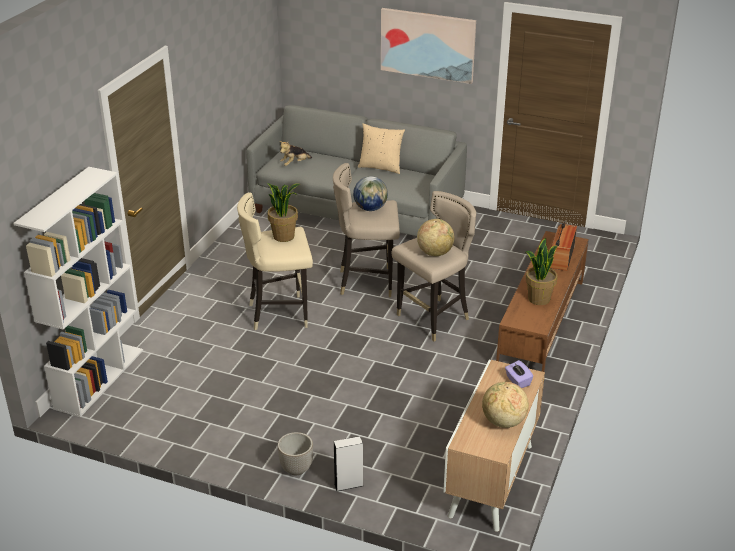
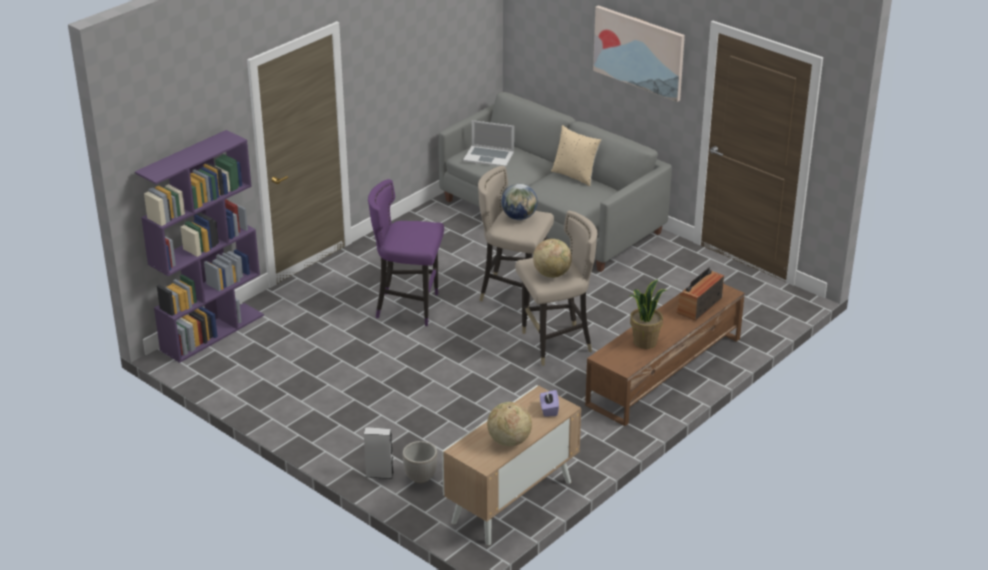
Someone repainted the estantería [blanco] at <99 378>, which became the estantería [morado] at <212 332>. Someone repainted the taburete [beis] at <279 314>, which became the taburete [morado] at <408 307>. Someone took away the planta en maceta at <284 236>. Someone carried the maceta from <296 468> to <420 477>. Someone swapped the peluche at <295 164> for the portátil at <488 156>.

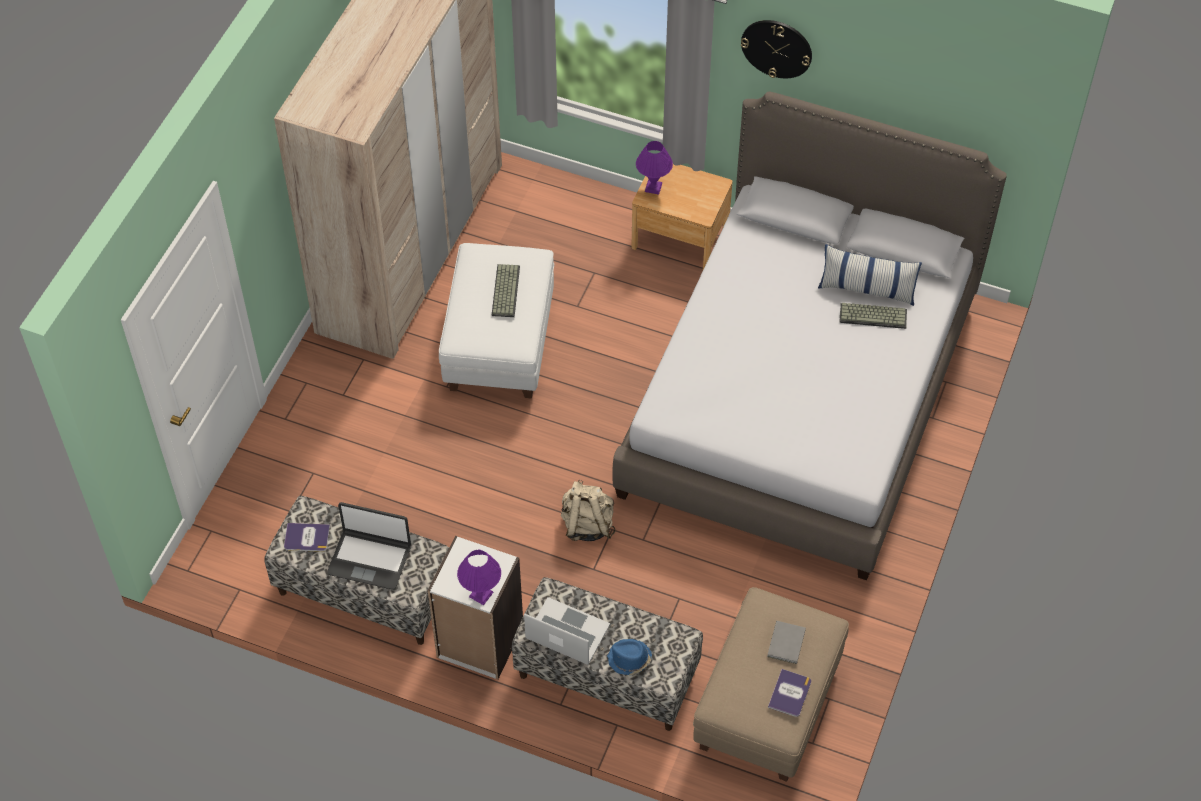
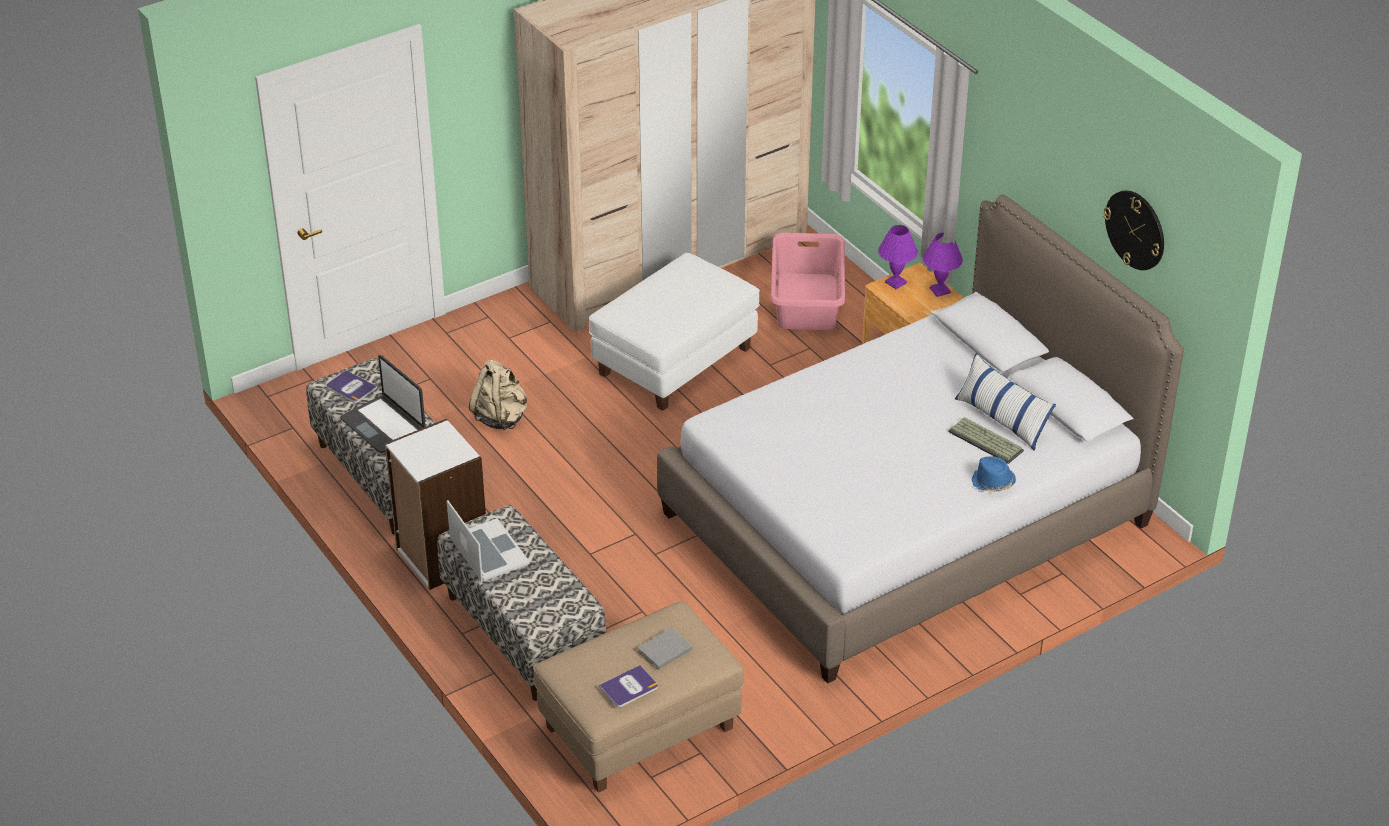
Someone carried the lámpara de mesa [morado] from <481 594> to <940 290>. Someone took away the teclado at <504 290>. Someone carried the mochila [beis] from <587 524> to <500 417>. Someone carried the sombrero [azul] from <629 659> to <992 482>. Someone carried the reloj de pared from <776 48> to <1135 229>. Someone put down the cesto de la ropa [rosa] at <807 301>.

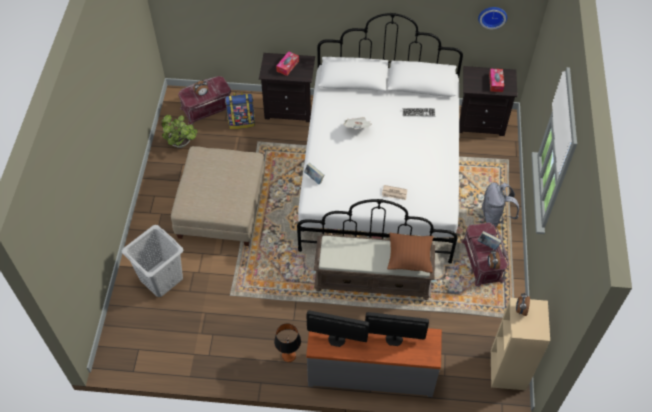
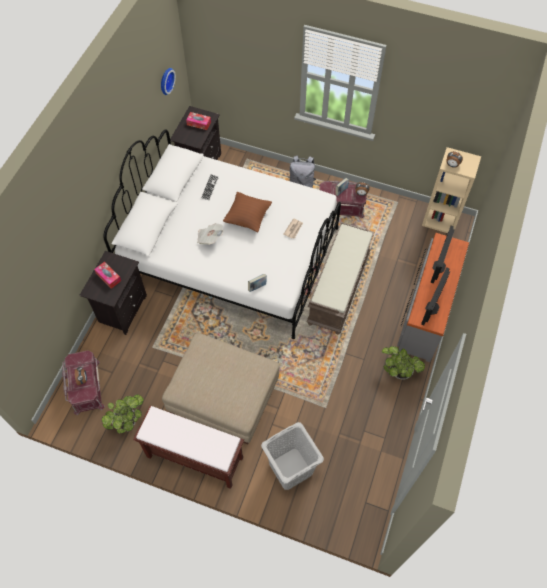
Someone took away the mochila at <242 121>. Someone swapped the lámpara de mesa at <288 356> for the planta en maceta at <398 371>. Someone carried the cojín [marrón] from <409 258> to <247 218>. Someone put down the banco [marrón] at <194 457>.

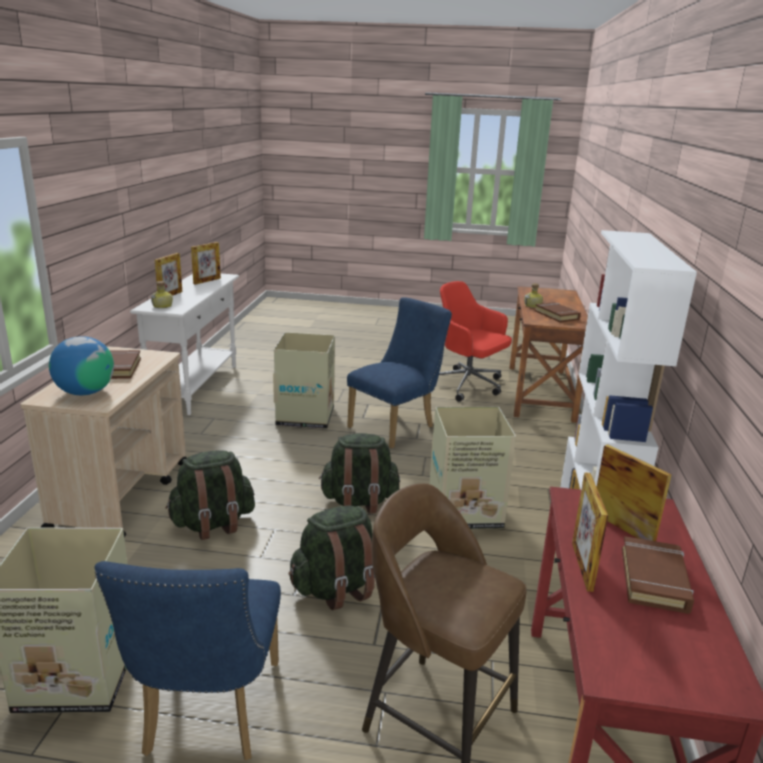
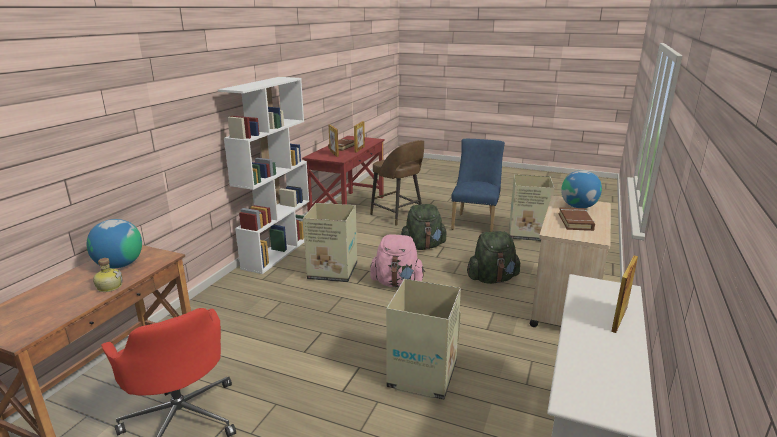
Someone took away the botella at <163 306>. Someone took away the portarretratos at <207 281>. Someone repainted the mochila [verde] at <359 502>, which became the mochila [rosa] at <397 283>. Someone took away the silla [azul] at <396 426>. Someone swapped the libro [marrón] at <557 315> for the globo terráqueo at <119 265>.

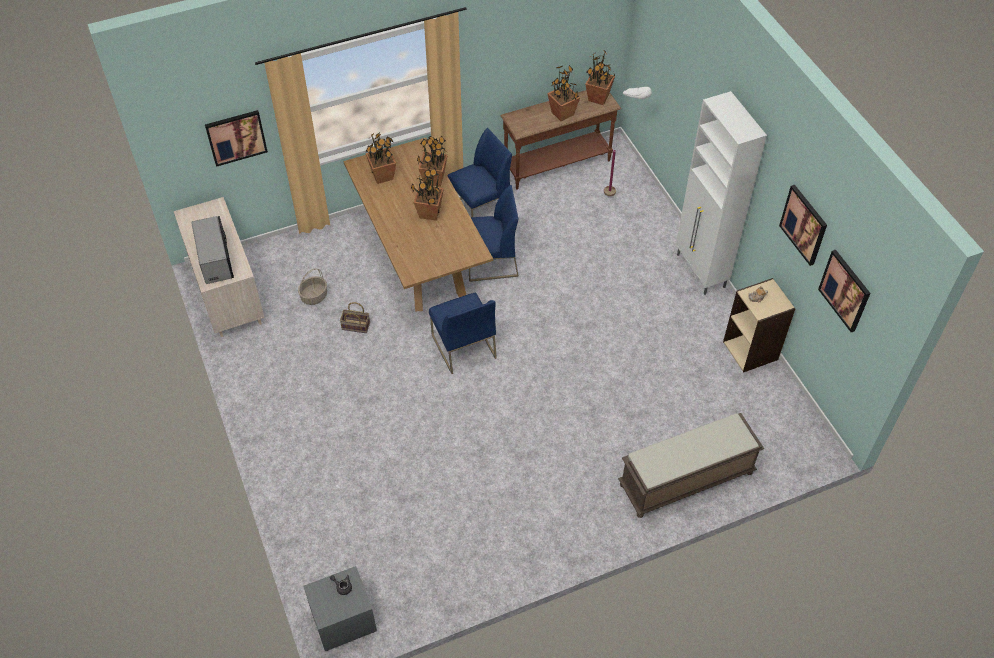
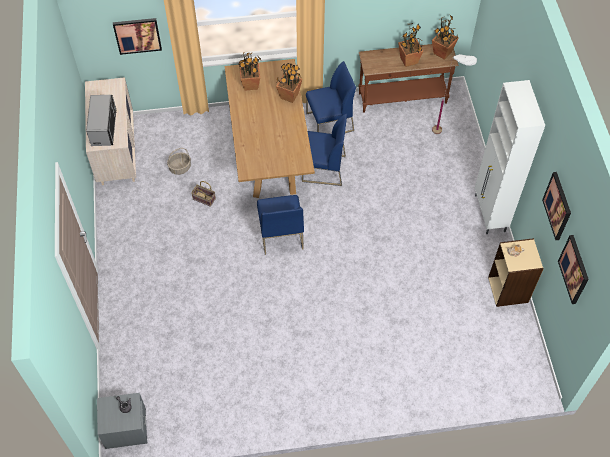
Someone took away the planta en maceta at <429 213>. Someone took away the banco [marrón] at <686 480>.

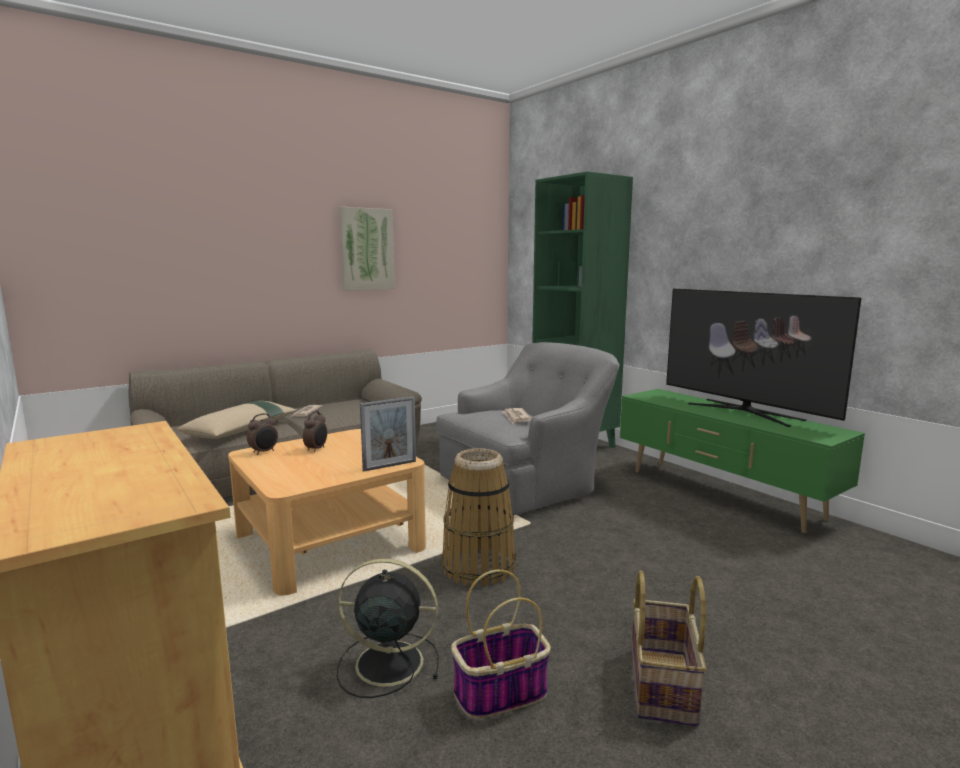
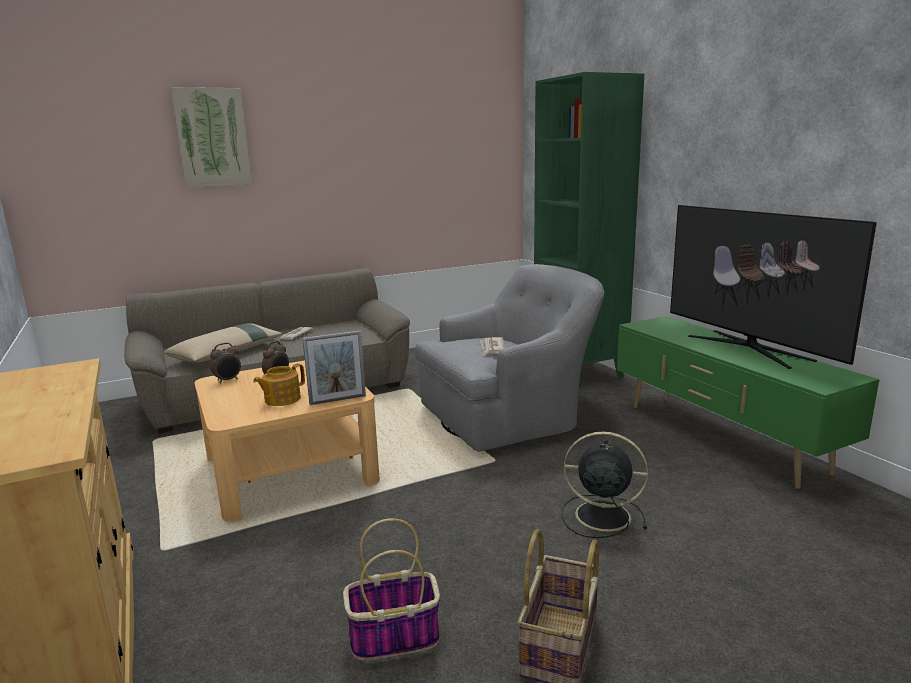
Someone carried the ventilador [negro] from <386 663> to <600 515>. Someone carried the cuadro from <366 249> to <212 137>. Someone took away the cesta at <478 567>. Someone put down the tetera at <281 399>.

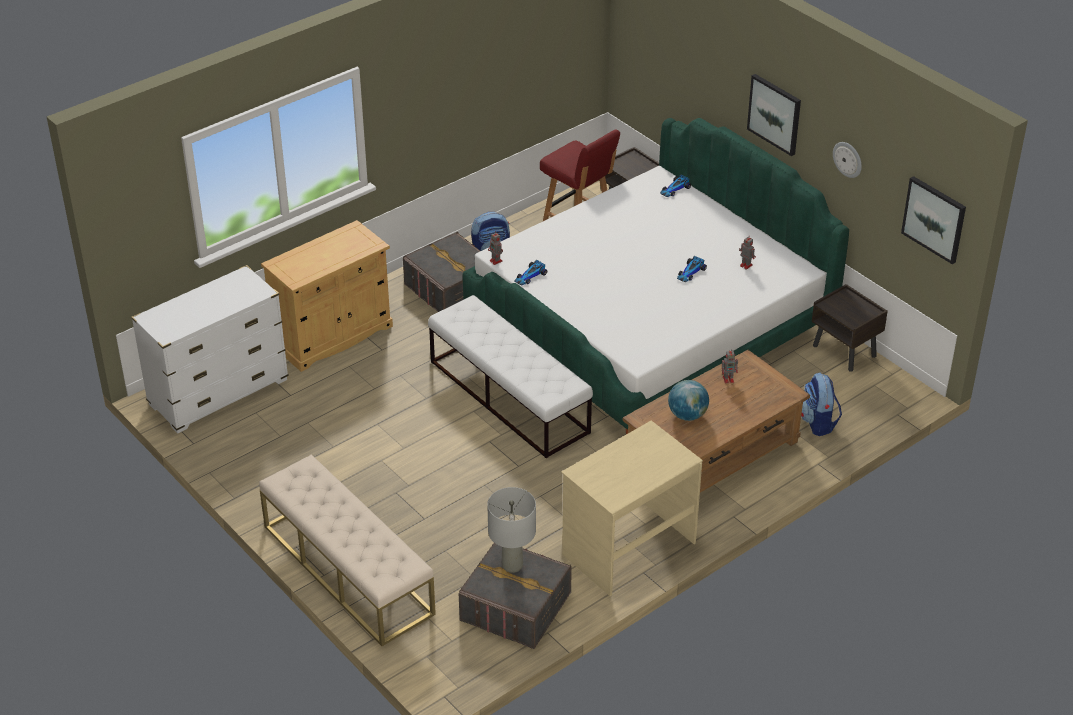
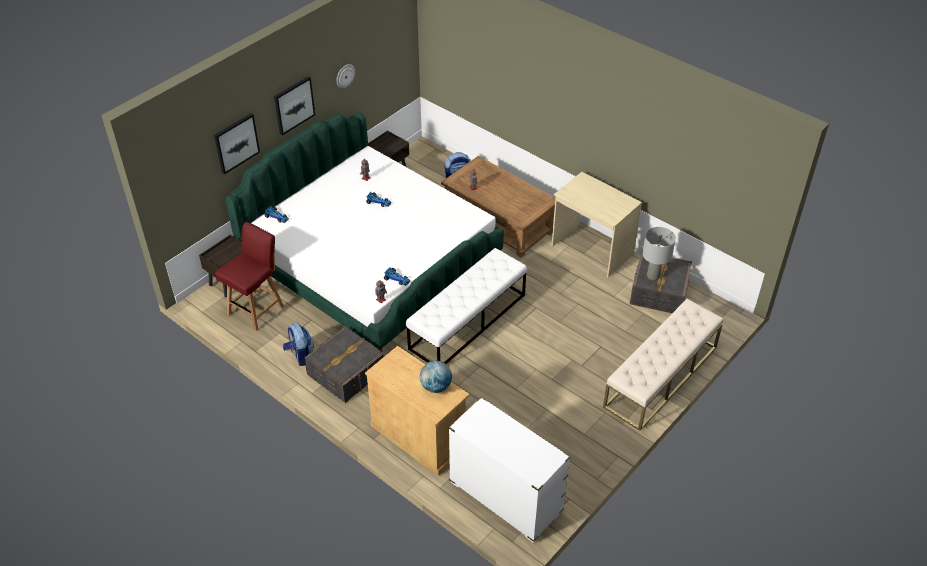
Someone carried the globo terráqueo from <687 415> to <436 386>. Someone carried the cuadro from <934 219> to <236 143>.

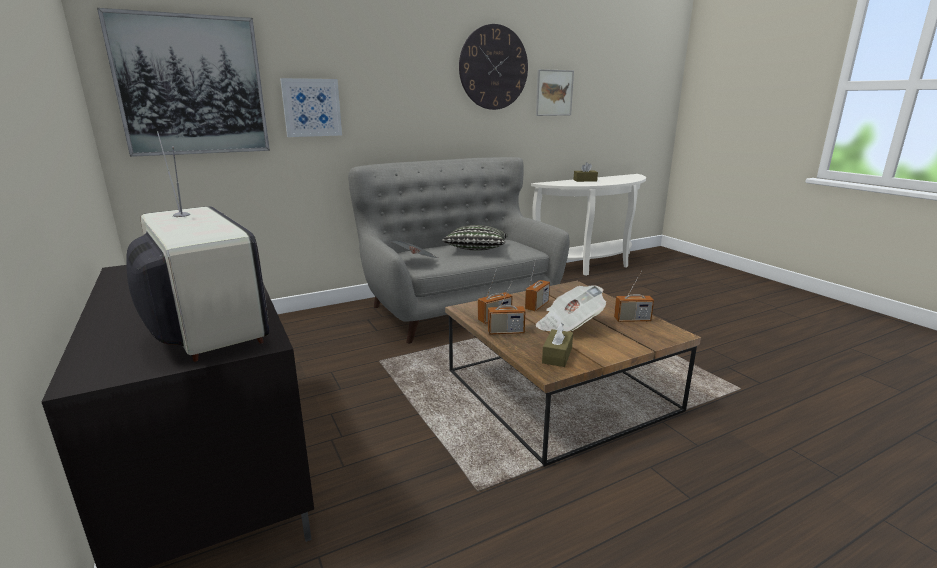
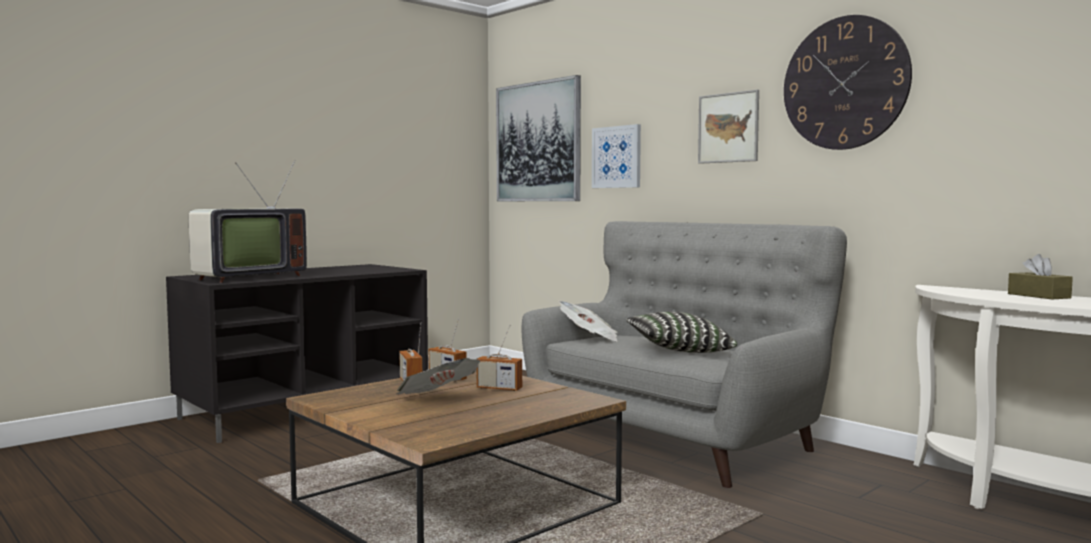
Someone carried the cuadro from <554 93> to <728 127>. Someone took away the caja de pañuelos [marrón] at <557 355>. Someone took away the radio at <632 320>.

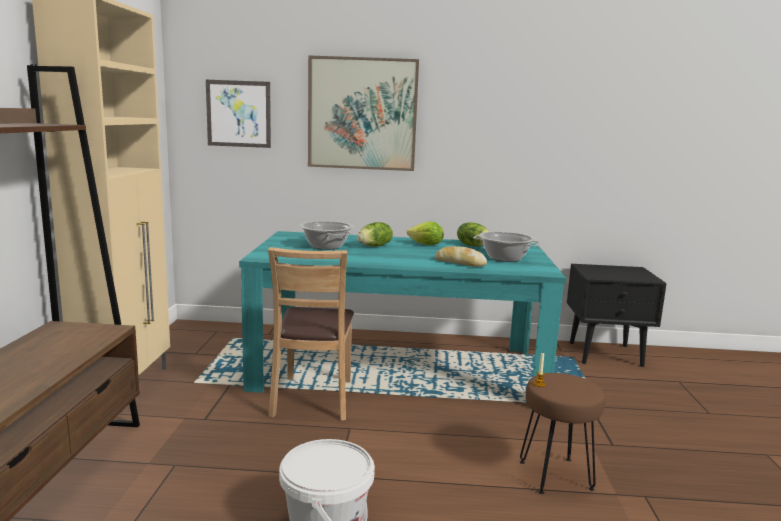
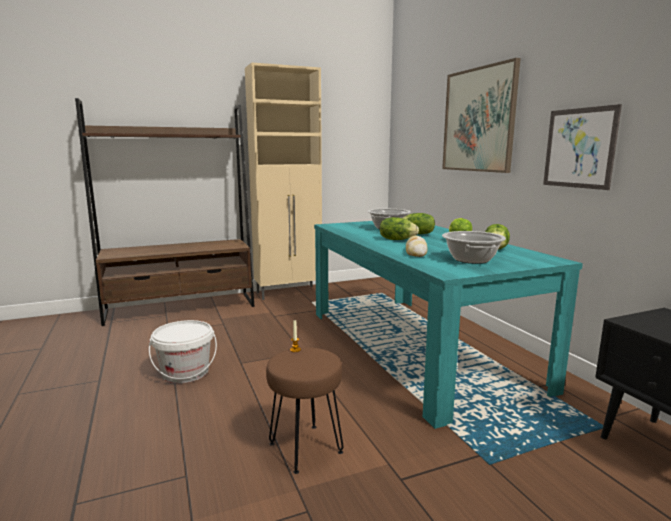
Someone carried the cuadro from <238 114> to <579 148>. Someone took away the silla [marrón] at <313 399>. Someone put down the lechuga at <397 239>.

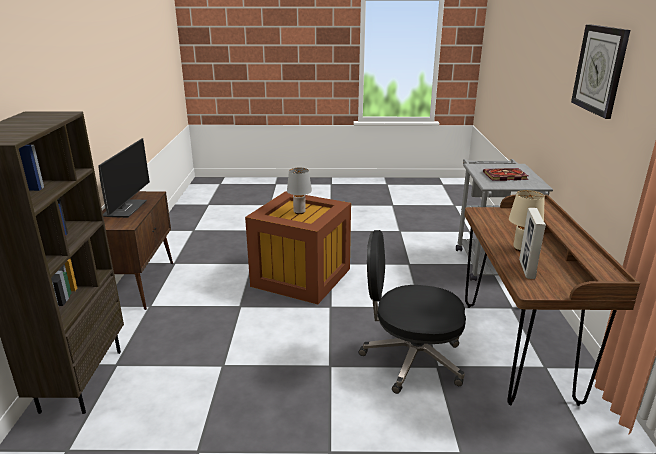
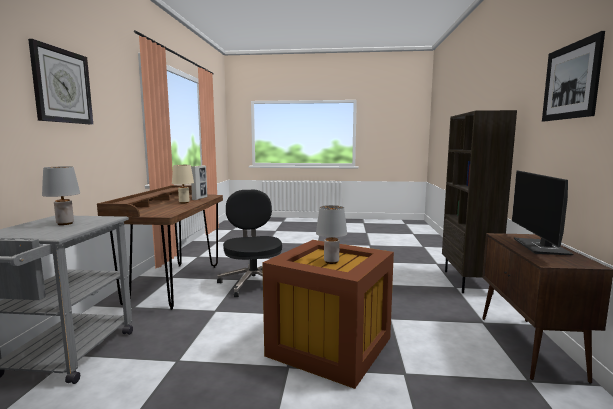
Someone rotated the silla de oficina [negro] at <410 359> by 120 degrees counterclockwise. Someone swapped the libro at <504 176> for the lámpara de mesa [gris] at <65 223>. Someone put up the cuadro at <570 81>.

